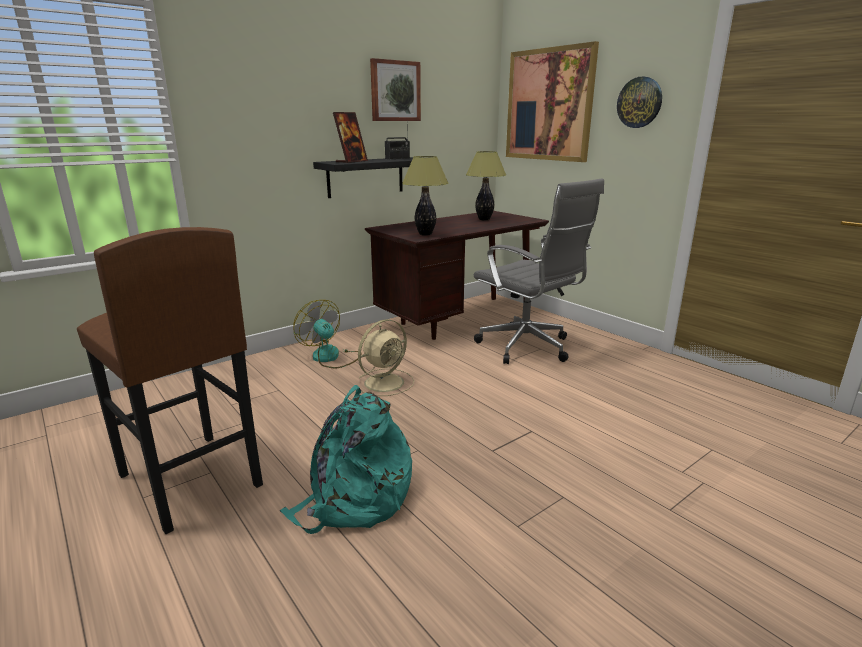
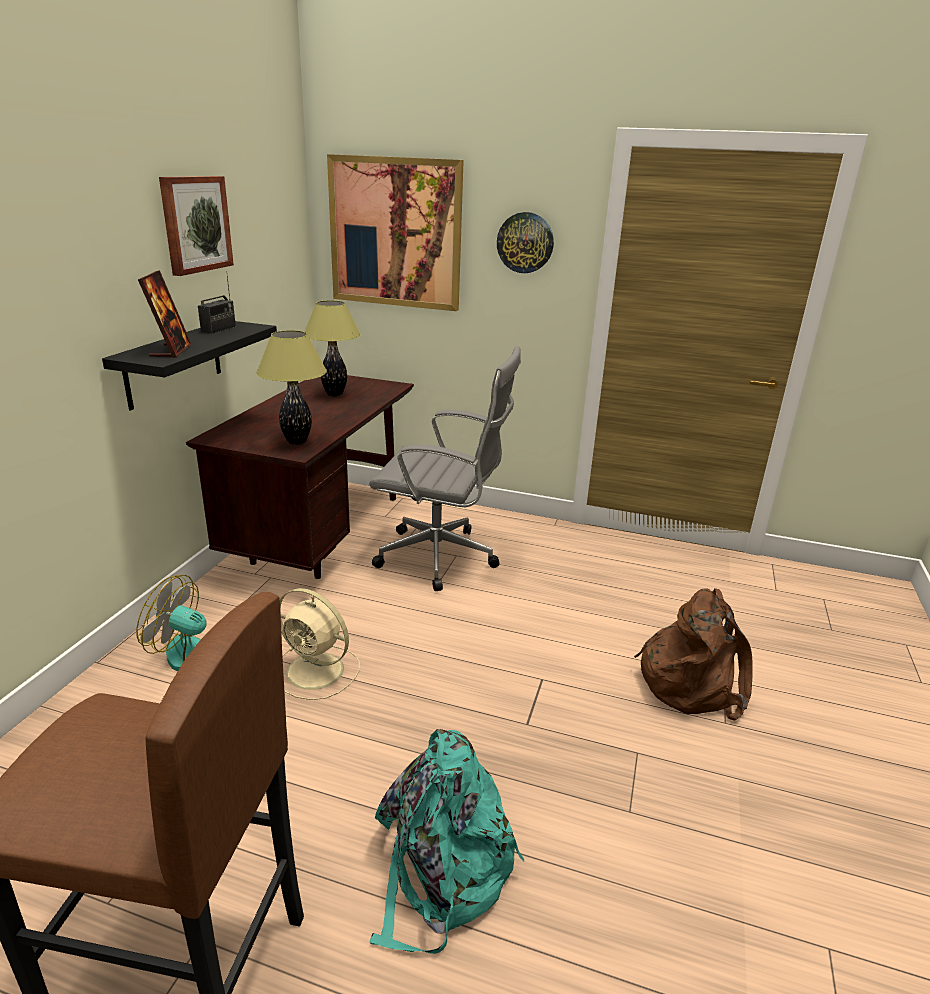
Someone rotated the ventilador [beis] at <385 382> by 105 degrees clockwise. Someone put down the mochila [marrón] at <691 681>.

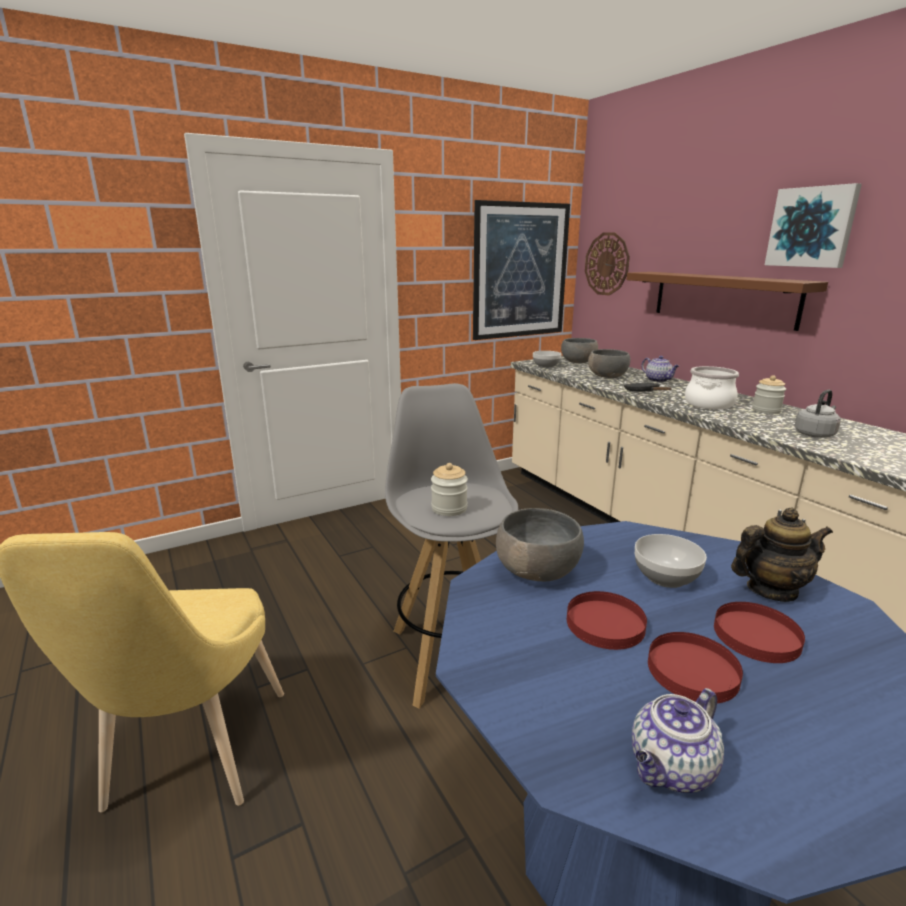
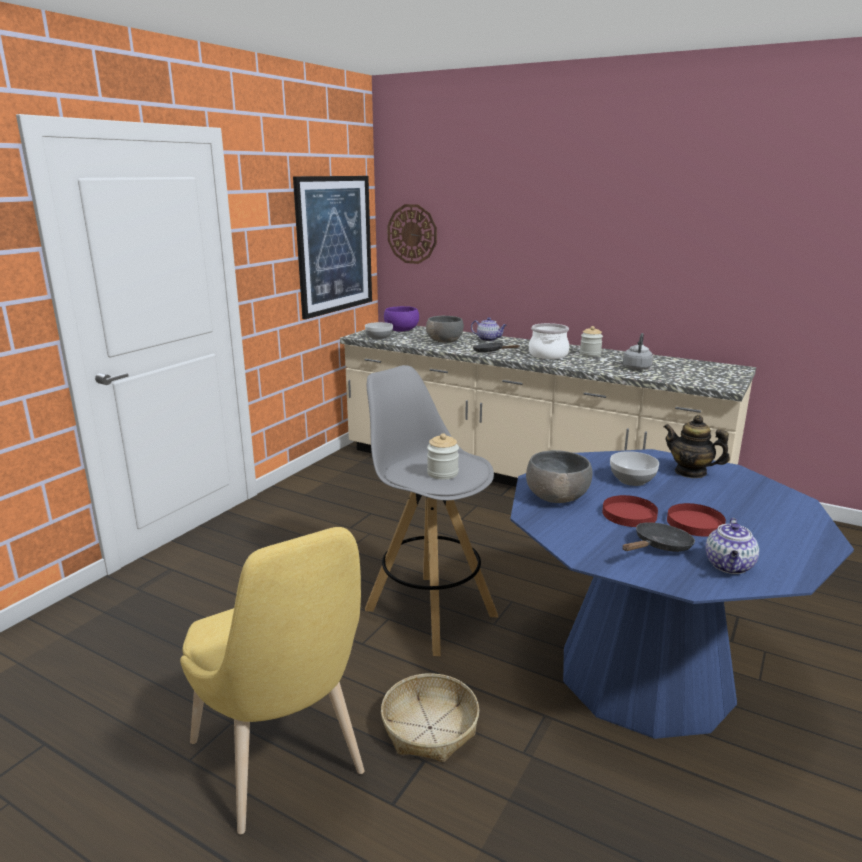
Someone repainted the cuenco [gris] at <578 362>, which became the cuenco [morado] at <401 330>. Someone took away the estante [marrón] at <723 298>. Someone took away the plato [rojo] at <757 635>. Someone rotated the tetera at <771 590> by 105 degrees counterclockwise. Someone took away the cuadro at <812 227>. Someone put down the cesta at <429 728>. Someone put down the sartén [negro] at <659 547>.

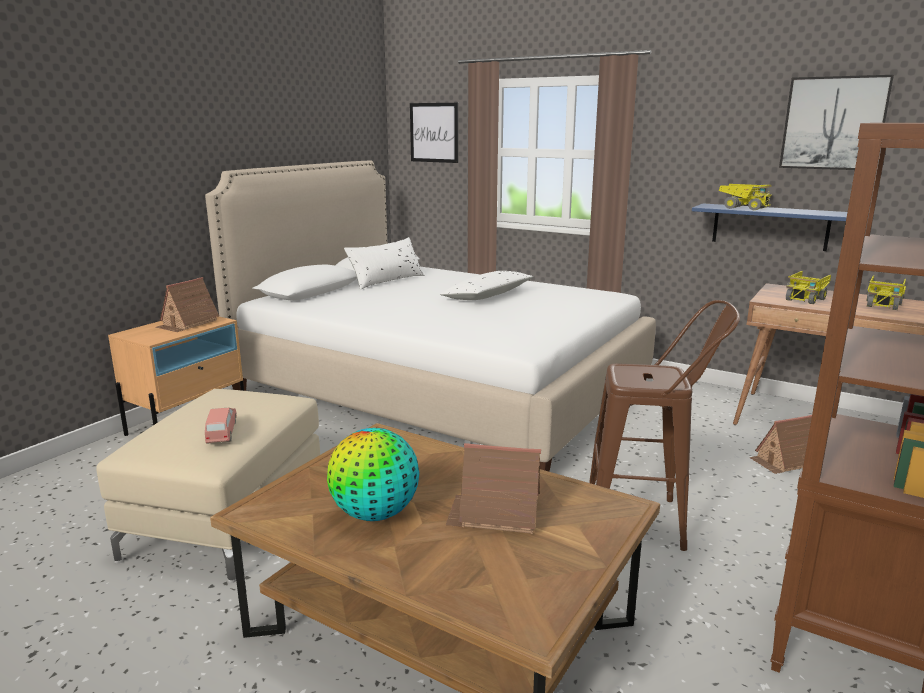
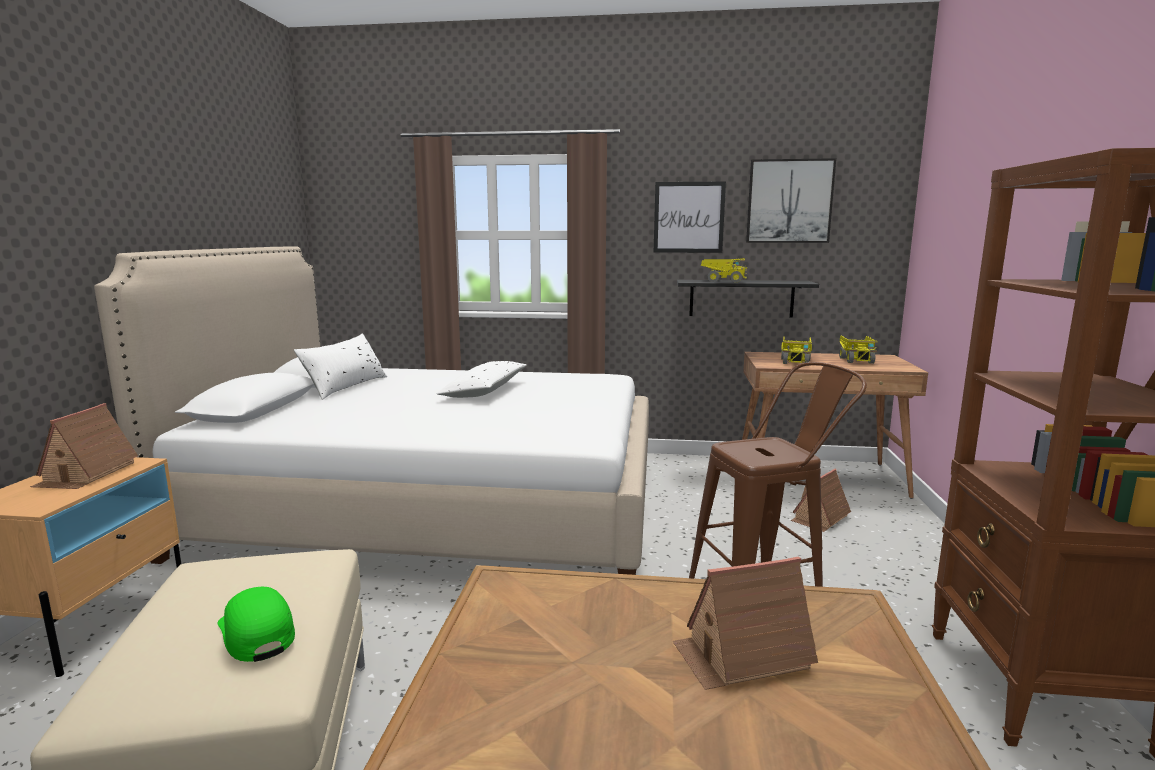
Someone swapped the coche de juguete [rosa] at <221 432> for the gorra [verde] at <256 632>. Someone took away the globo terráqueo at <375 514>. Someone carried the cuadro from <434 132> to <688 217>. Someone repainted the estante [azul] at <770 226>, which became the estante [negro] at <741 298>.

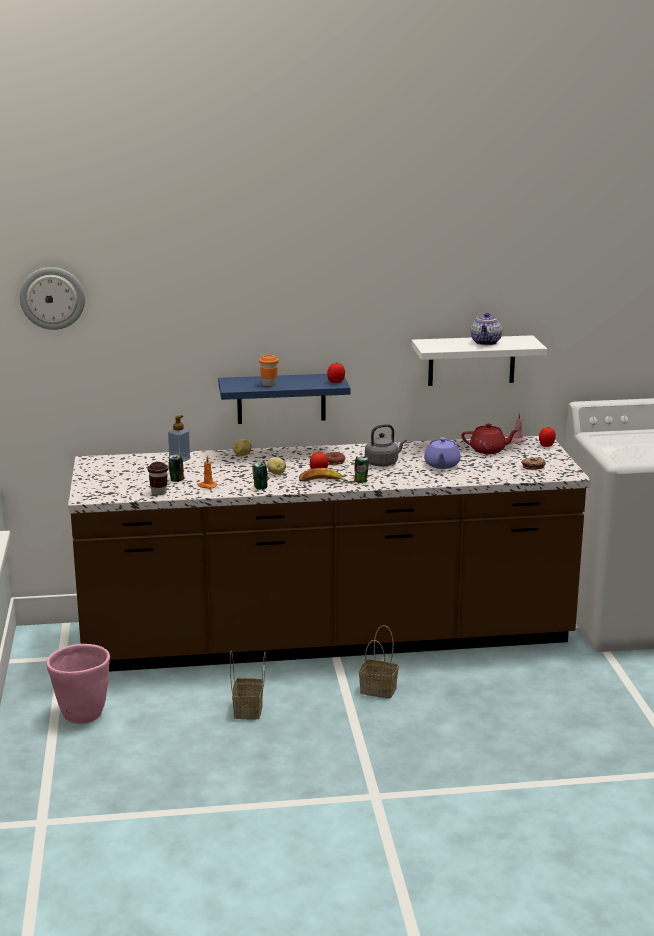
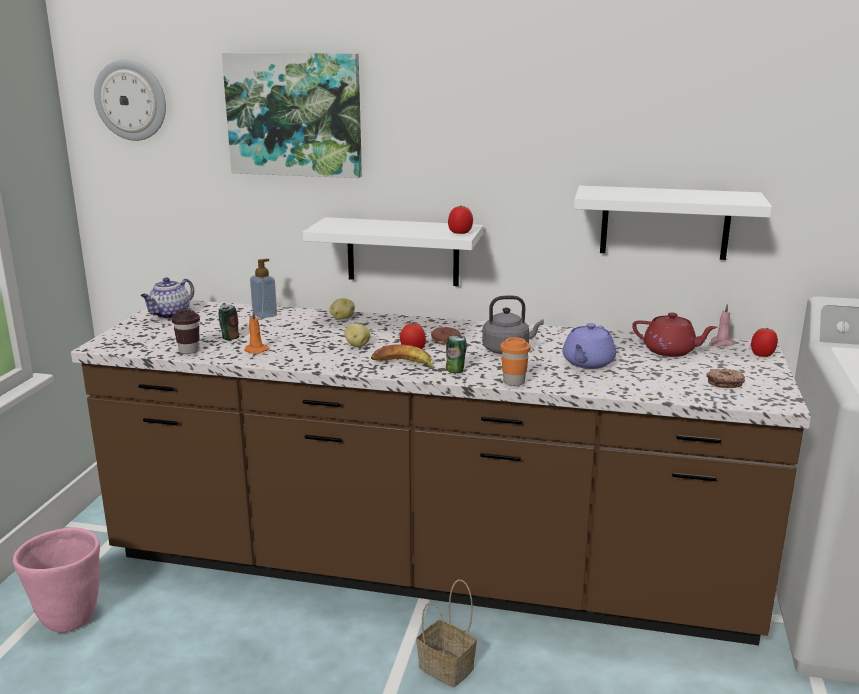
Someone repainted the estante [azul] at <281 398>, which became the estante [blanco] at <403 251>. Someone took away the cesta at <249 711>. Someone took away the lata at <260 487>. Someone carried the taza [naranja] from <269 384> to <514 382>. Someone carried the tetera from <486 343> to <170 315>. Someone put up the cuadro at <294 114>.

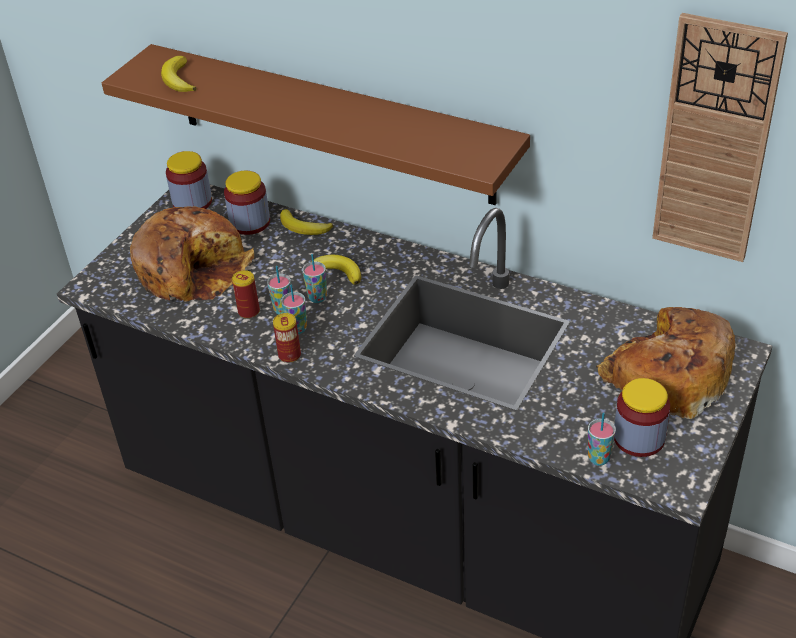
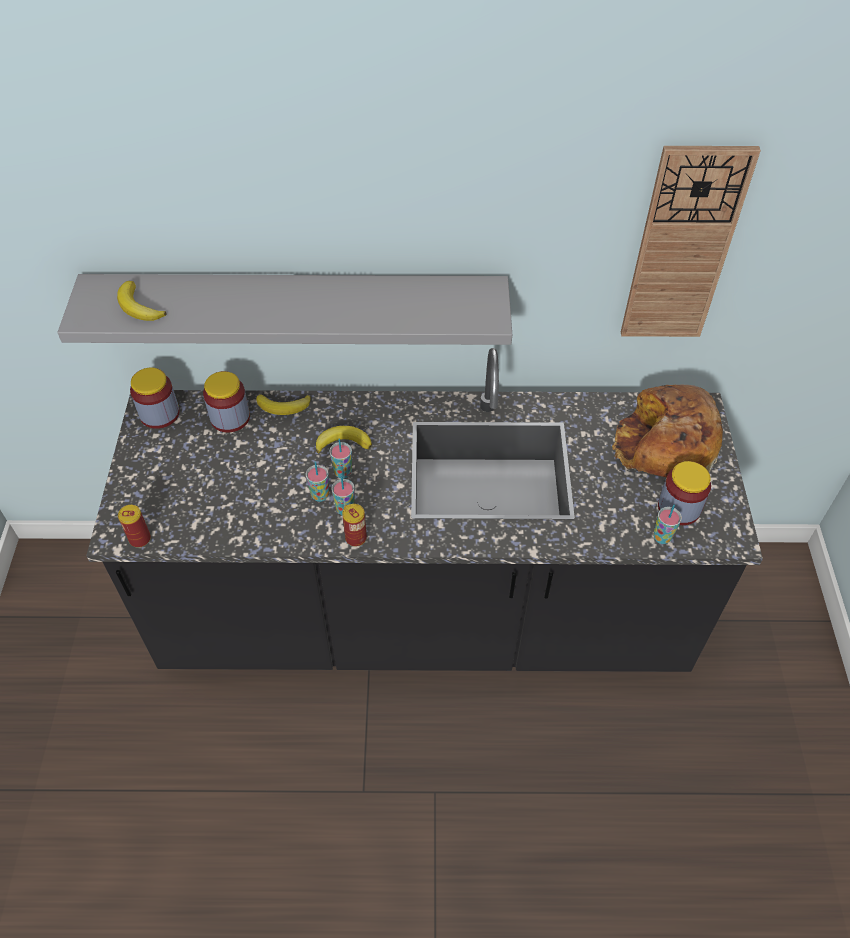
Someone repainted the estante [marrón] at <331 124>, which became the estante [gris] at <297 308>. Someone took away the pan at <193 268>. Someone carried the lata from <249 311> to <140 539>.

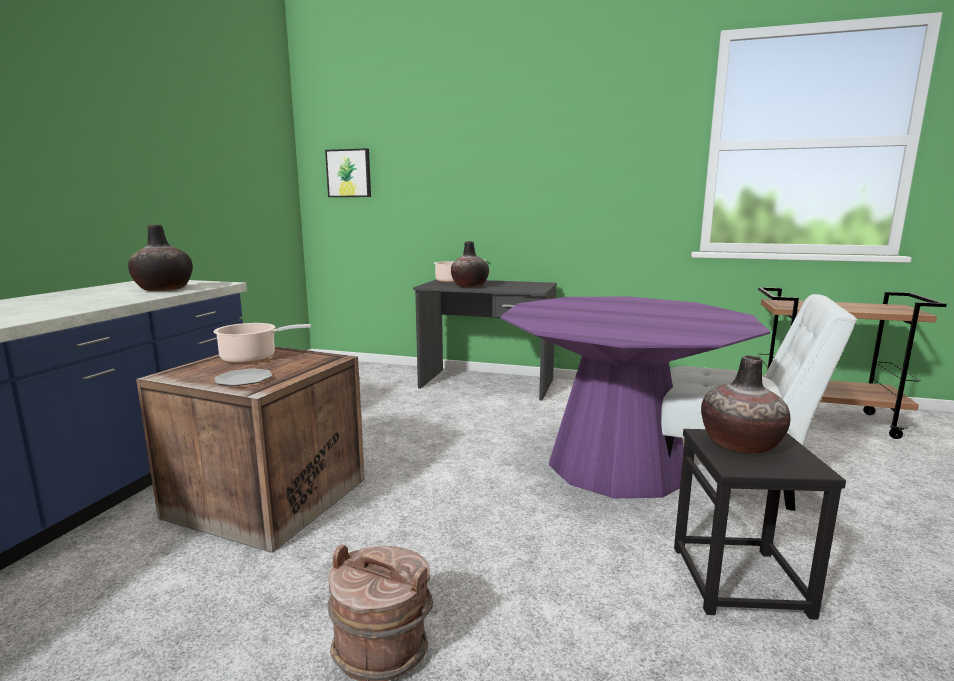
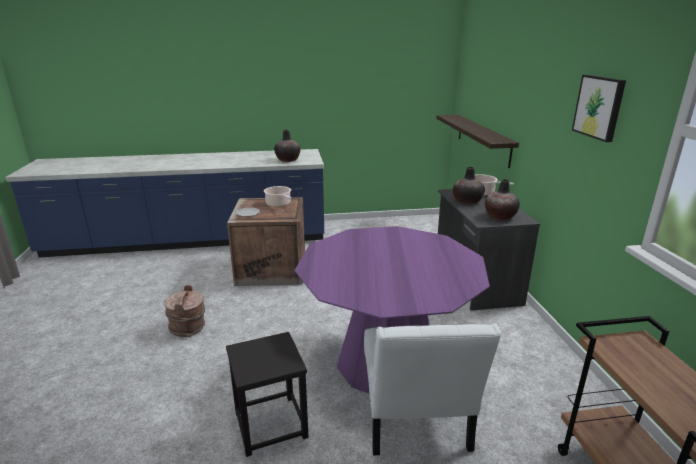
Someone carried the cuadro from <349 173> to <599 107>. Someone carried the florero from <740 445> to <500 216>. Someone put up the estante at <483 139>.

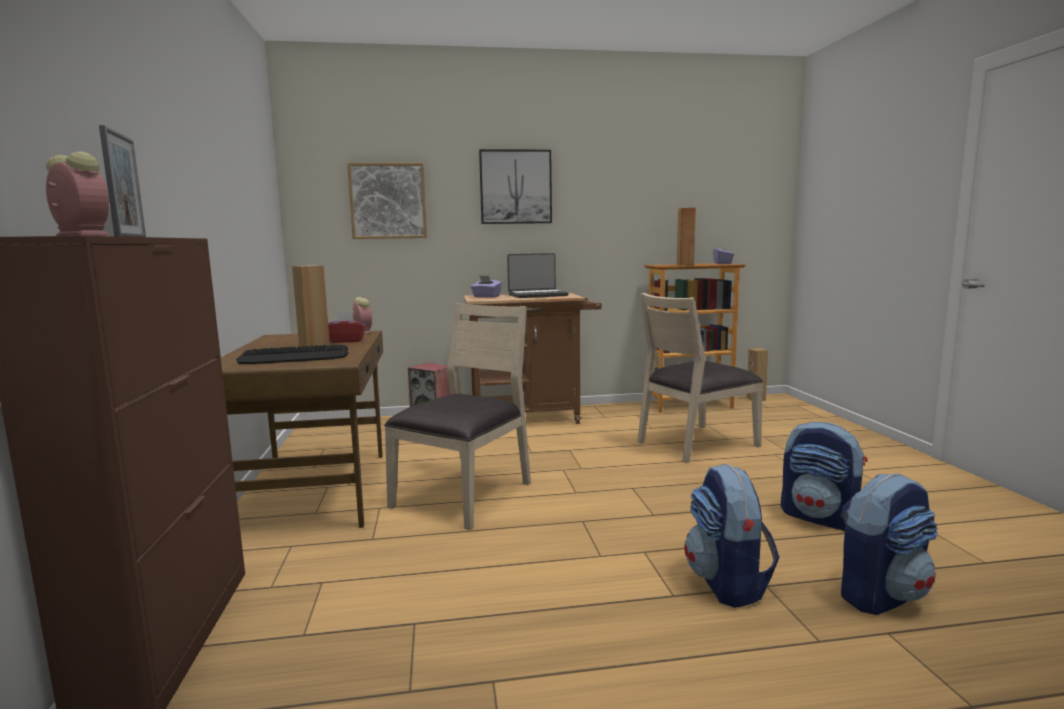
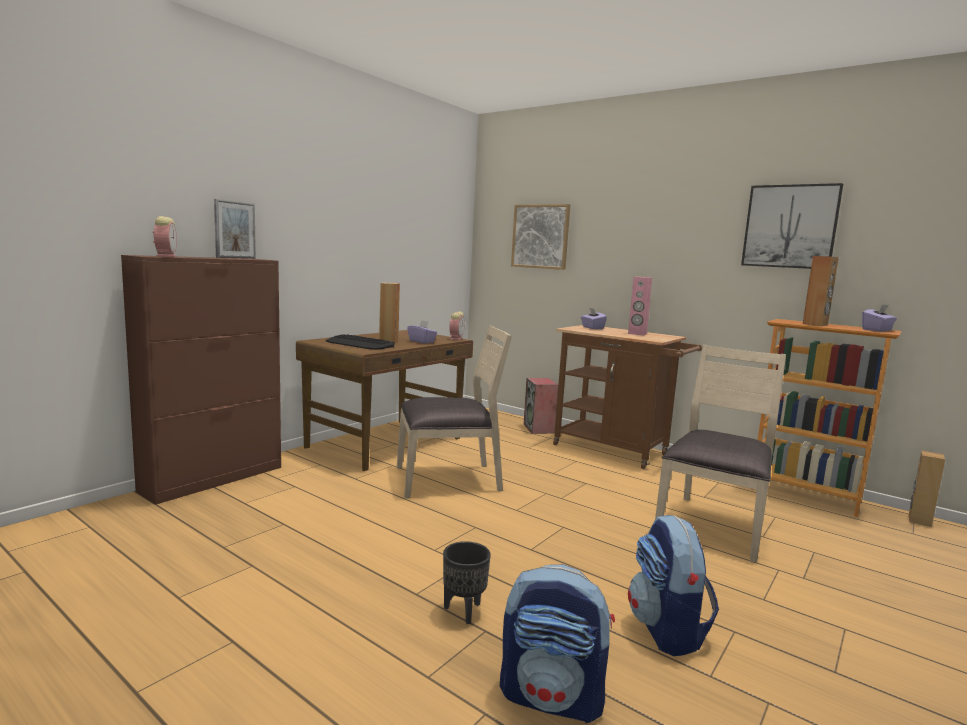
Someone repainted the caja de pañuelos [rojo] at <346 341>, which became the caja de pañuelos [morado] at <422 341>. Someone carried the cuadro from <515 187> to <790 226>. Someone swapped the portátil at <537 295> for the altavoz [rosa] at <637 334>. Someone rotated the silla [beis] at <695 443> by 105 degrees clockwise. Someone swapped the mochila at <727 584> for the maceta [negro] at <463 612>.

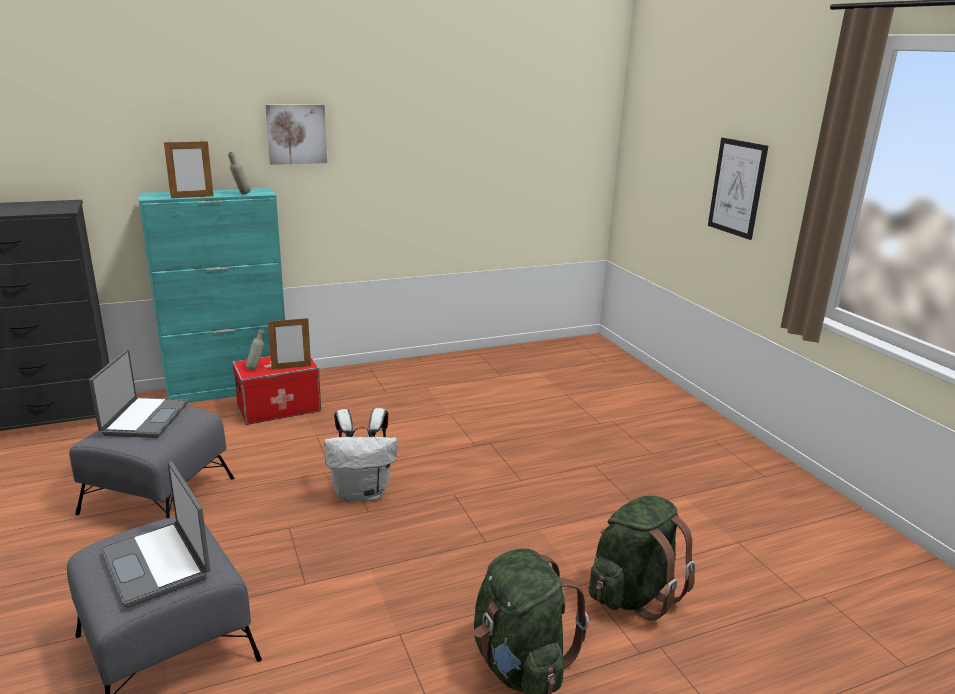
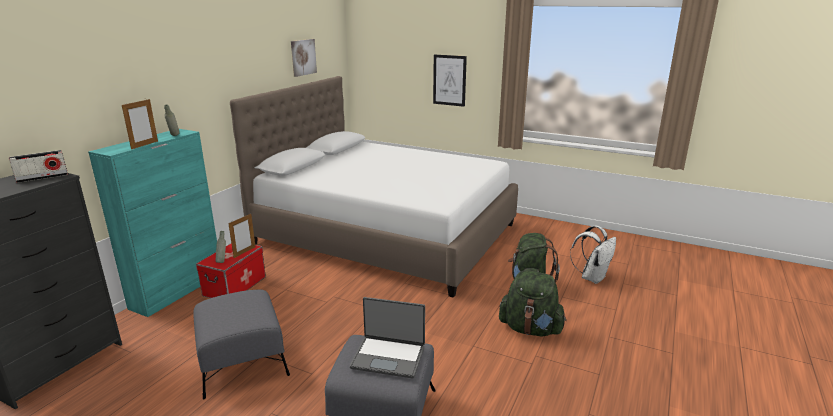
Someone took away the portátil at <144 419>. Someone carried the cuadro from <296 134> to <303 57>. Someone carried the mochila [blanco] from <362 492> to <592 277>. Someone put down the radio at <42 178>. Someone put down the cama [blanco] at <386 233>.

